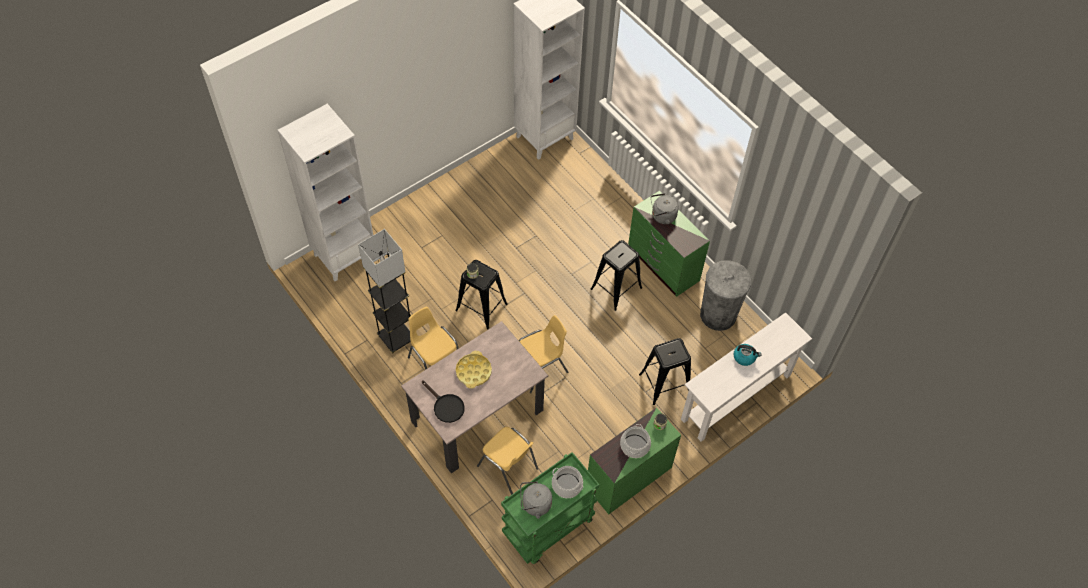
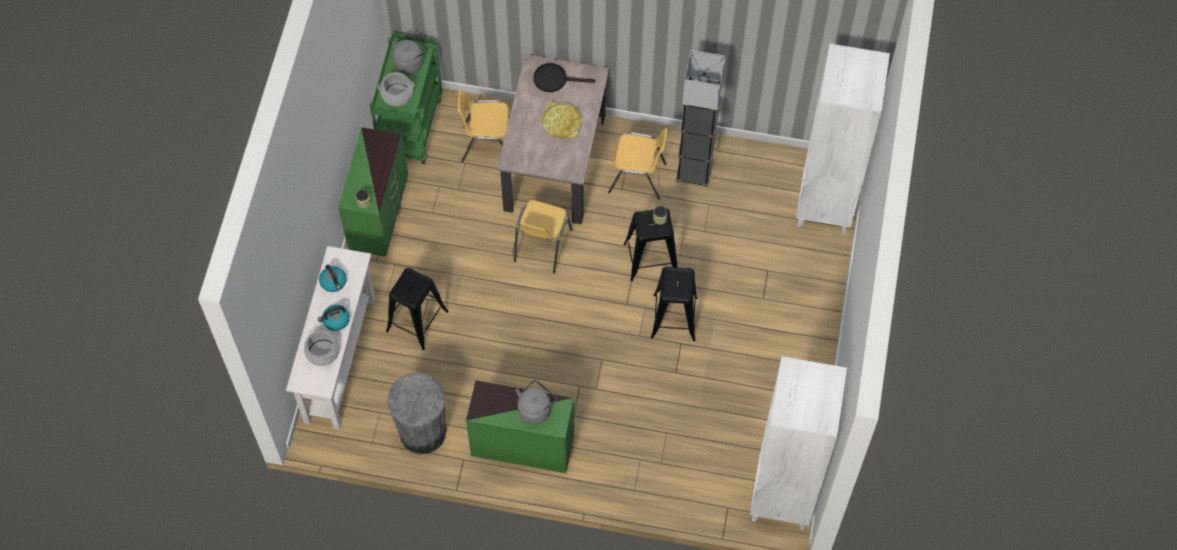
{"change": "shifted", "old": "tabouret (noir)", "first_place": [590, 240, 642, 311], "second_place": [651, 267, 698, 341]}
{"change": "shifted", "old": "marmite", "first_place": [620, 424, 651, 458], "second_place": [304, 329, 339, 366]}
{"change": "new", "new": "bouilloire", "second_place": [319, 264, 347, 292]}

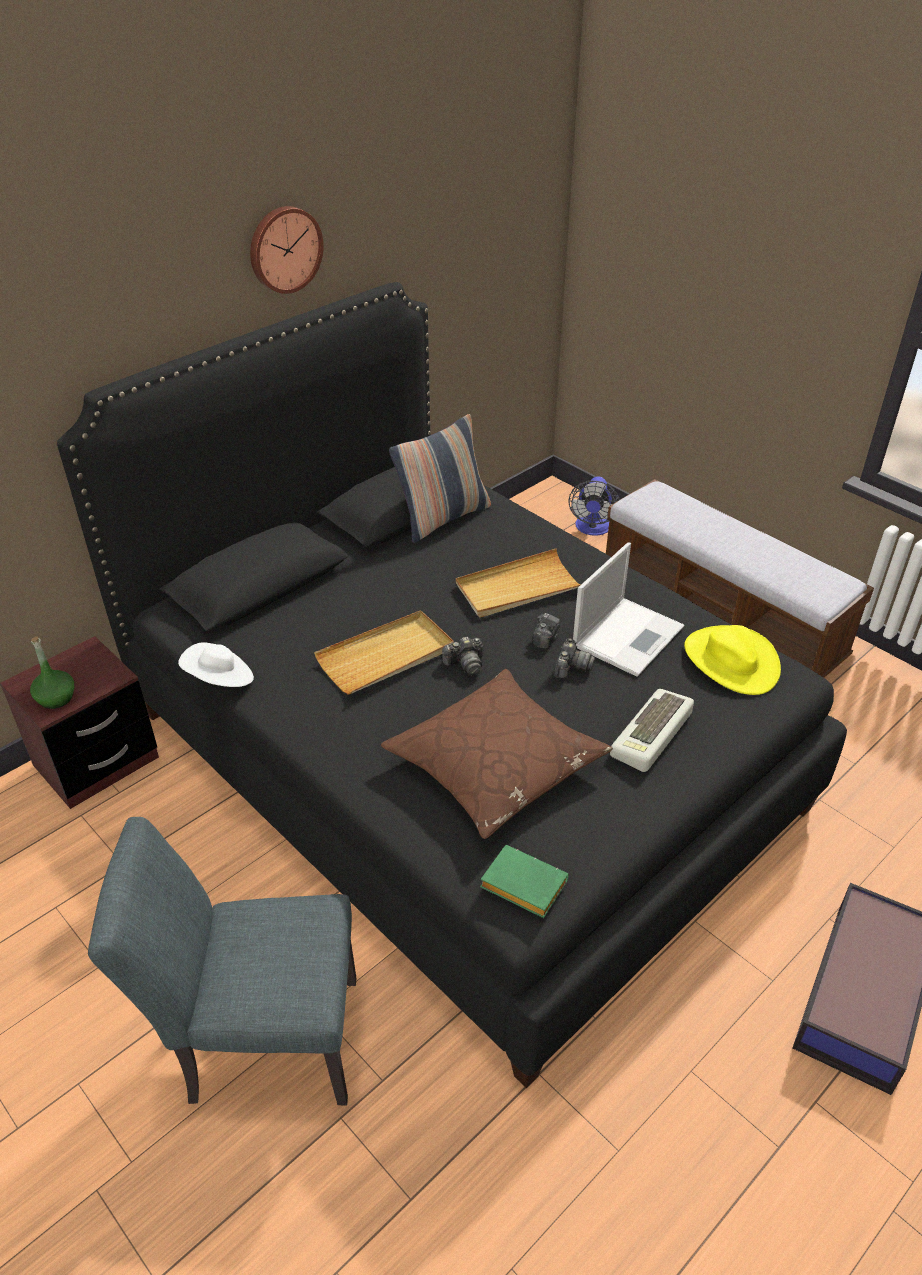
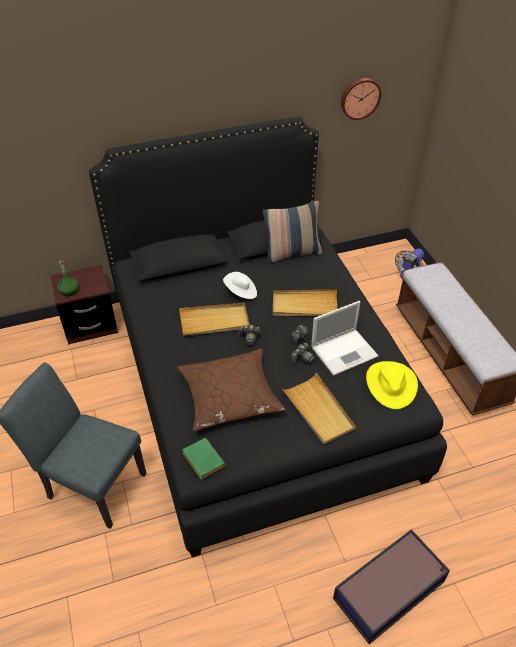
{"change": "shifted", "old": "chapeau (blanc)", "first_place": [178, 642, 254, 687], "second_place": [223, 272, 257, 299]}
{"change": "shifted", "old": "horloge murale", "first_place": [250, 206, 324, 294], "second_place": [341, 78, 381, 120]}
{"change": "swapped", "old": "clavier", "new": "plateau (beige)", "first_place": [610, 689, 694, 772], "second_place": [282, 373, 356, 444]}

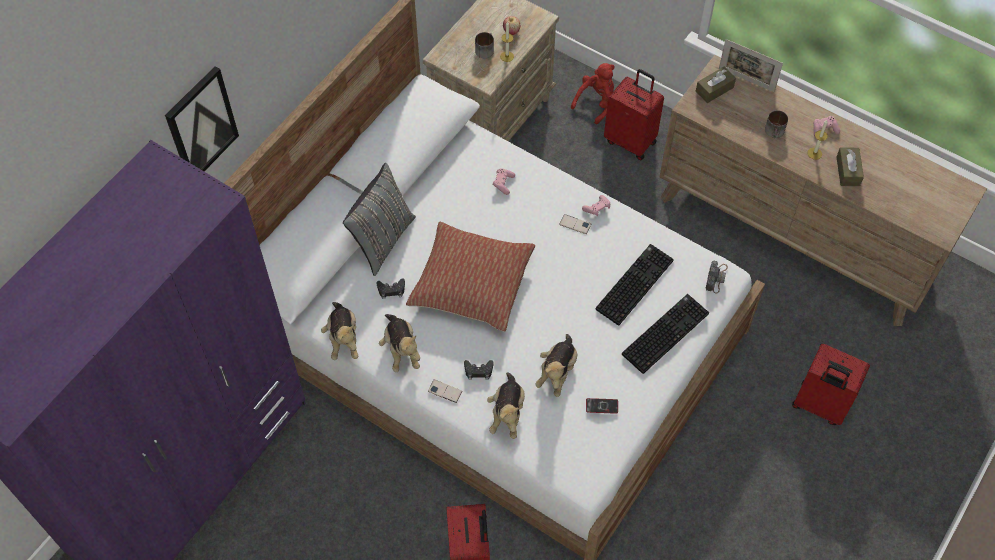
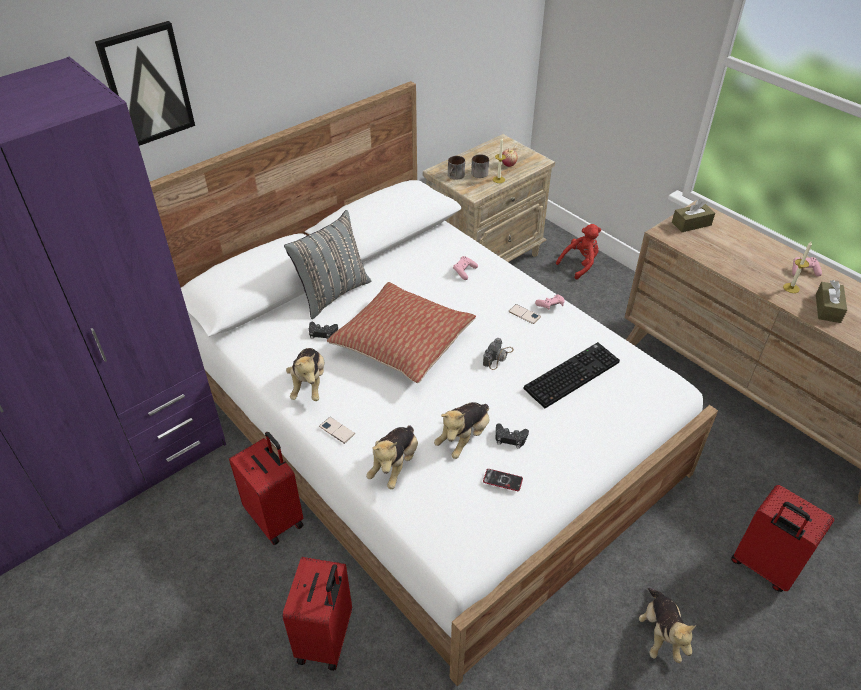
{"change": "shifted", "old": "peluche", "first_place": [321, 302, 359, 360], "second_place": [639, 588, 696, 663]}
{"change": "shifted", "old": "manette (noir)", "first_place": [464, 360, 494, 380], "second_place": [495, 423, 529, 449]}
{"change": "shifted", "old": "valise (rouge)", "first_place": [604, 69, 664, 160], "second_place": [229, 432, 304, 545]}
{"change": "gone", "old": "clavier", "first_place": [622, 294, 709, 374]}
{"change": "shifted", "old": "appareil photo", "first_place": [705, 260, 728, 293], "second_place": [483, 338, 514, 370]}
{"change": "gone", "old": "cadre photo", "first_place": [719, 39, 783, 92]}
{"change": "shifted", "old": "mug", "first_place": [765, 110, 788, 138], "second_place": [448, 156, 465, 180]}

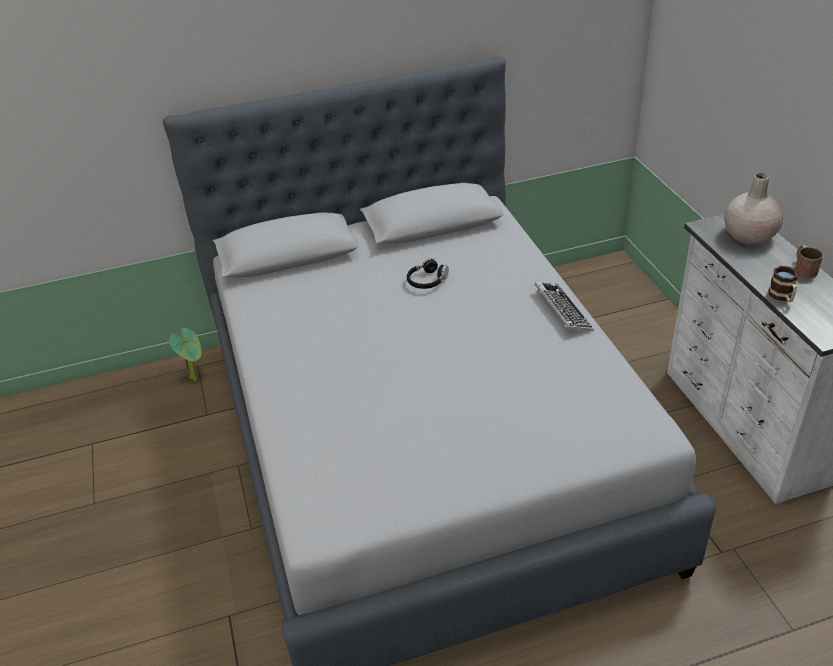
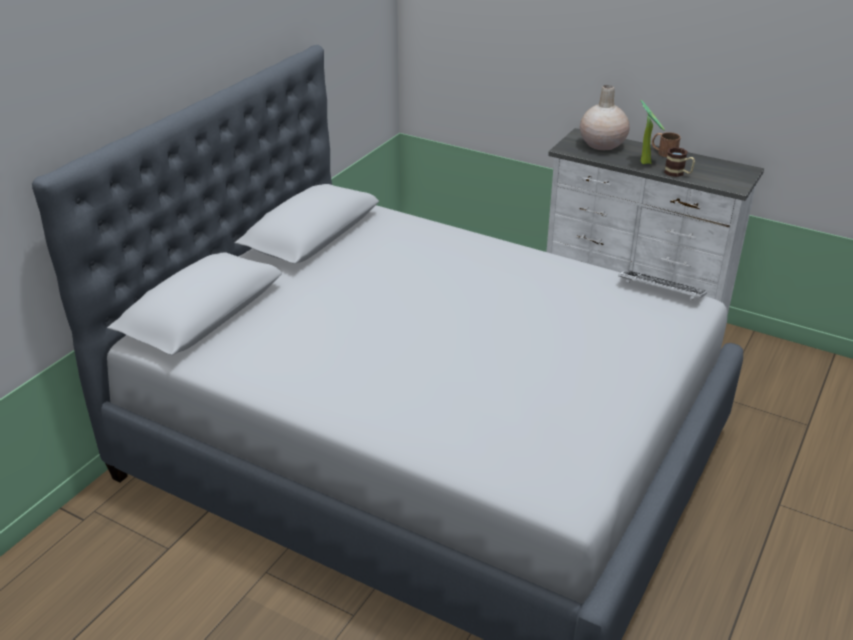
{"change": "shifted", "old": "plante en pot", "first_place": [169, 328, 202, 381], "second_place": [640, 100, 665, 164]}
{"change": "gone", "old": "casque audio (noir)", "first_place": [407, 258, 449, 289]}
{"change": "shifted", "old": "clavier", "first_place": [534, 282, 594, 331], "second_place": [618, 270, 707, 299]}

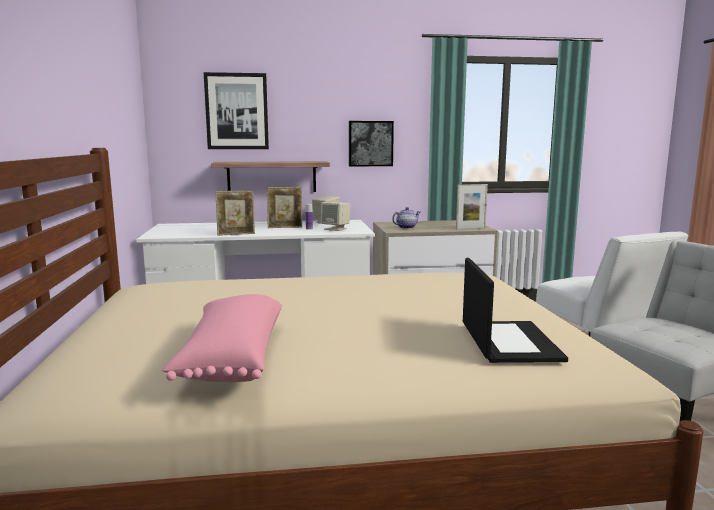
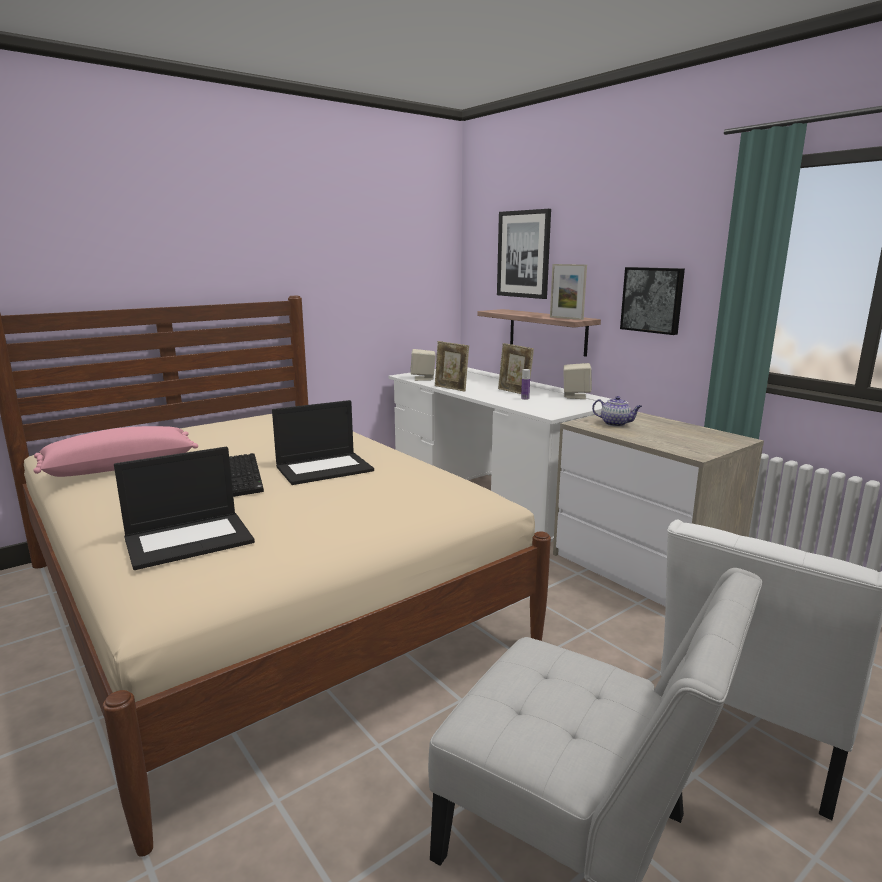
{"change": "shifted", "old": "enceinte (beige)", "first_place": [321, 202, 350, 231], "second_place": [410, 349, 436, 381]}
{"change": "shifted", "old": "cadre photo", "first_place": [456, 184, 488, 230], "second_place": [550, 264, 587, 320]}
{"change": "new", "new": "clavier", "second_place": [229, 453, 264, 497]}
{"change": "new", "new": "ordinateur portable", "second_place": [272, 400, 374, 485]}

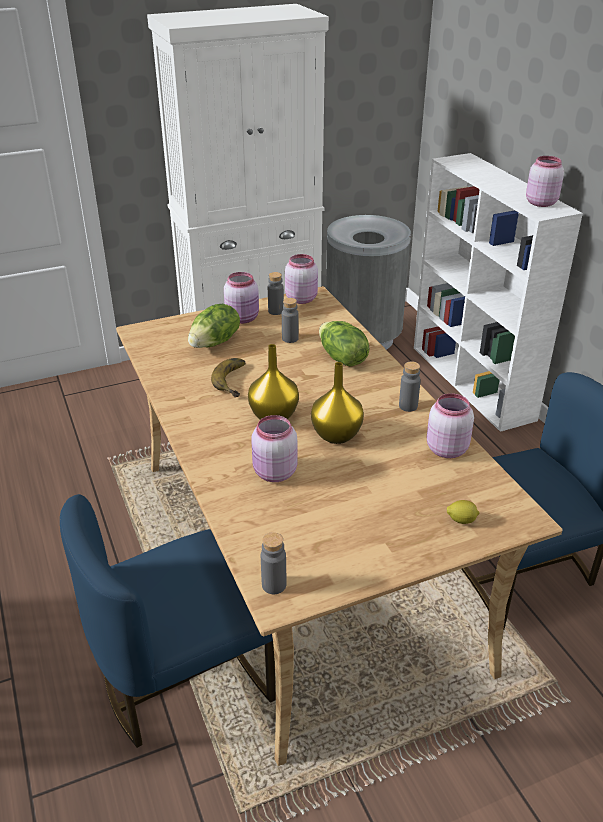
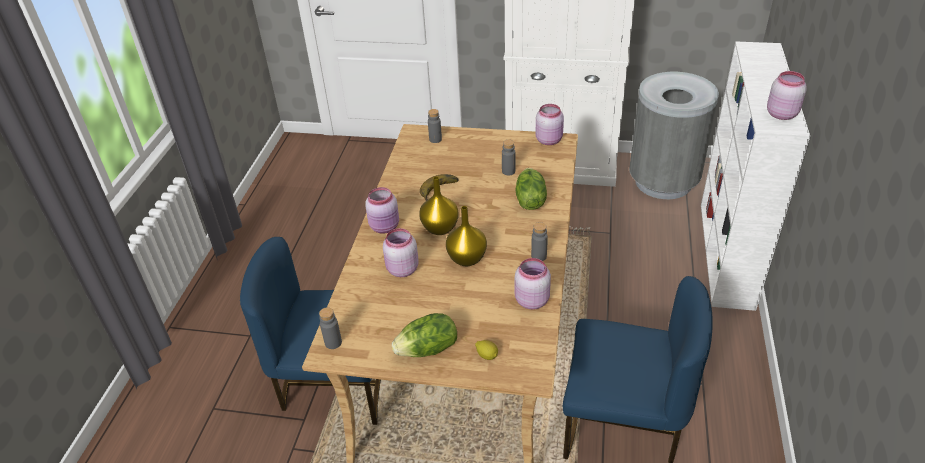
{"change": "shifted", "old": "laitue", "first_place": [188, 304, 240, 348], "second_place": [392, 313, 457, 357]}
{"change": "shifted", "old": "bocal (rose)", "first_place": [224, 272, 259, 324], "second_place": [365, 187, 399, 234]}
{"change": "shifted", "old": "bouteille (gris)", "first_place": [268, 272, 284, 315], "second_place": [428, 109, 442, 143]}

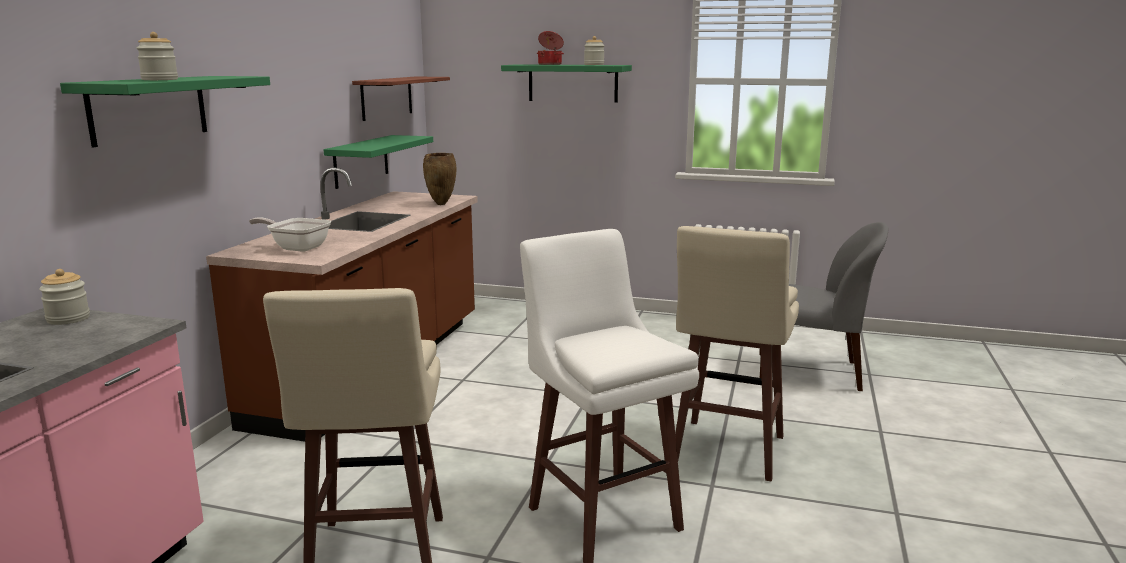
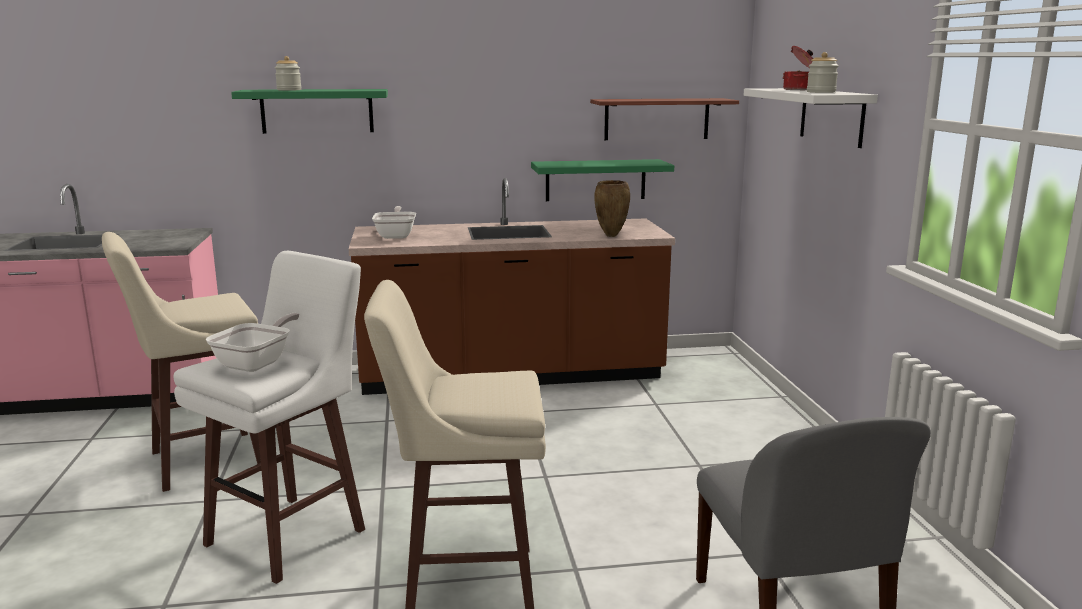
{"change": "gone", "old": "bocal", "first_place": [39, 269, 90, 325]}
{"change": "repainted", "old": "étagère (vert)", "new": "étagère (blanc)", "first_place": [501, 64, 632, 103], "second_place": [743, 88, 878, 148]}
{"change": "new", "new": "poêle", "second_place": [206, 313, 299, 372]}

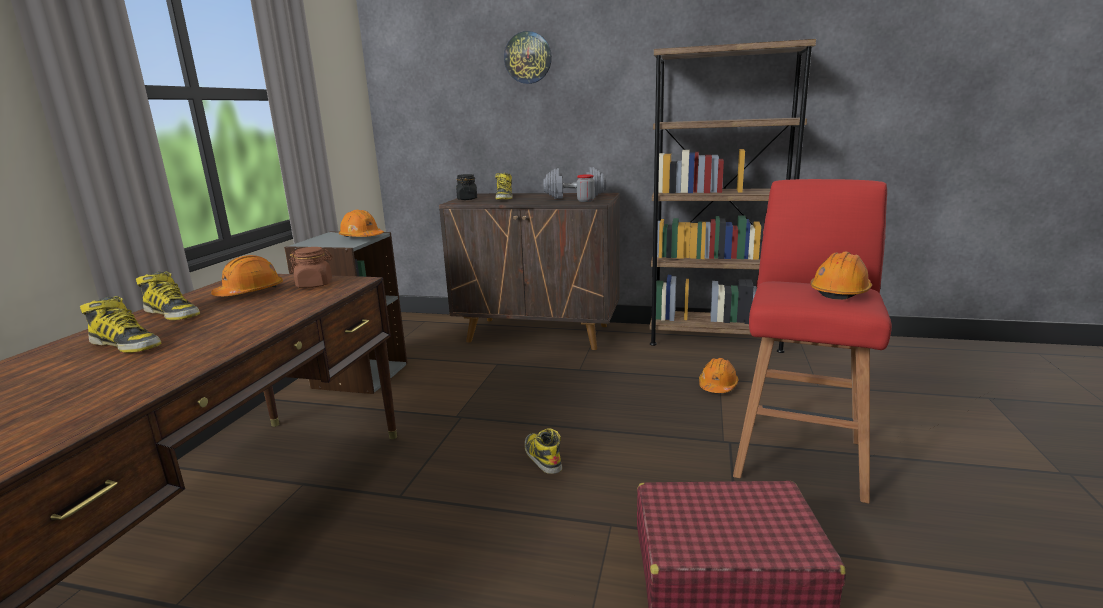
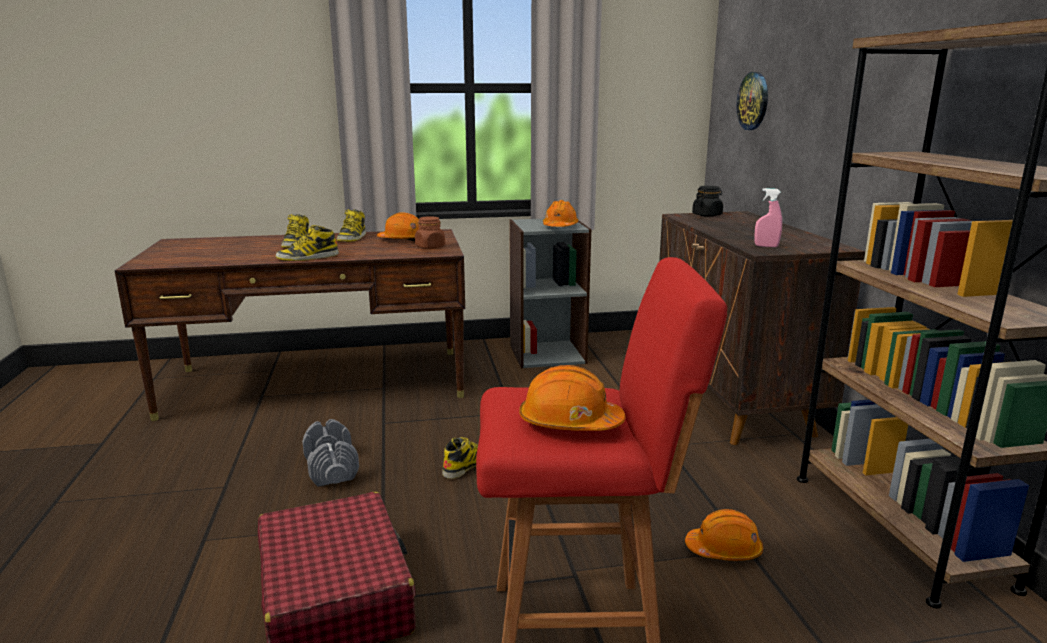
{"change": "shifted", "old": "botte", "first_place": [495, 173, 513, 200], "second_place": [276, 225, 339, 261]}
{"change": "shifted", "old": "horloge murale", "first_place": [504, 31, 552, 84], "second_place": [737, 72, 768, 130]}
{"change": "shifted", "old": "haltère (gris)", "first_place": [544, 167, 606, 199], "second_place": [302, 419, 359, 487]}
{"change": "swapped", "old": "bocal", "new": "vaporisateur (rose)", "first_place": [577, 174, 595, 202], "second_place": [754, 188, 782, 247]}

